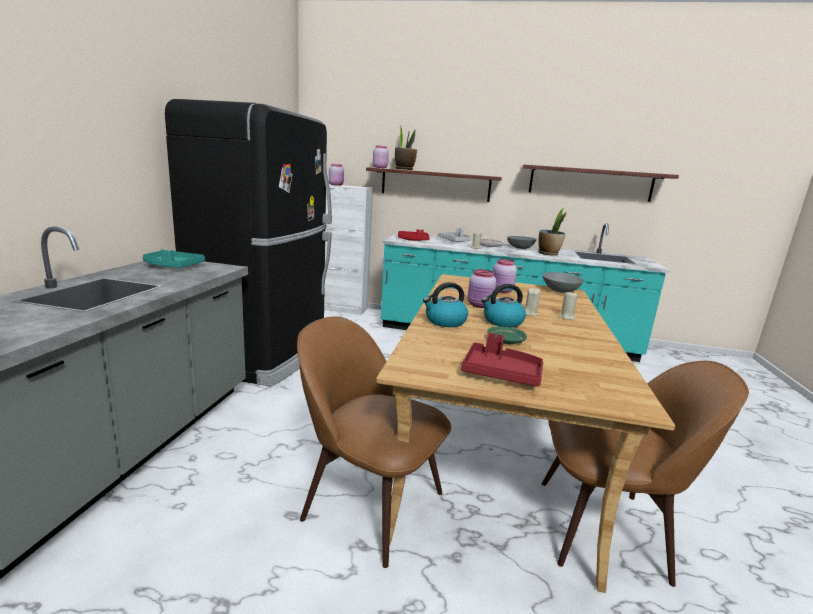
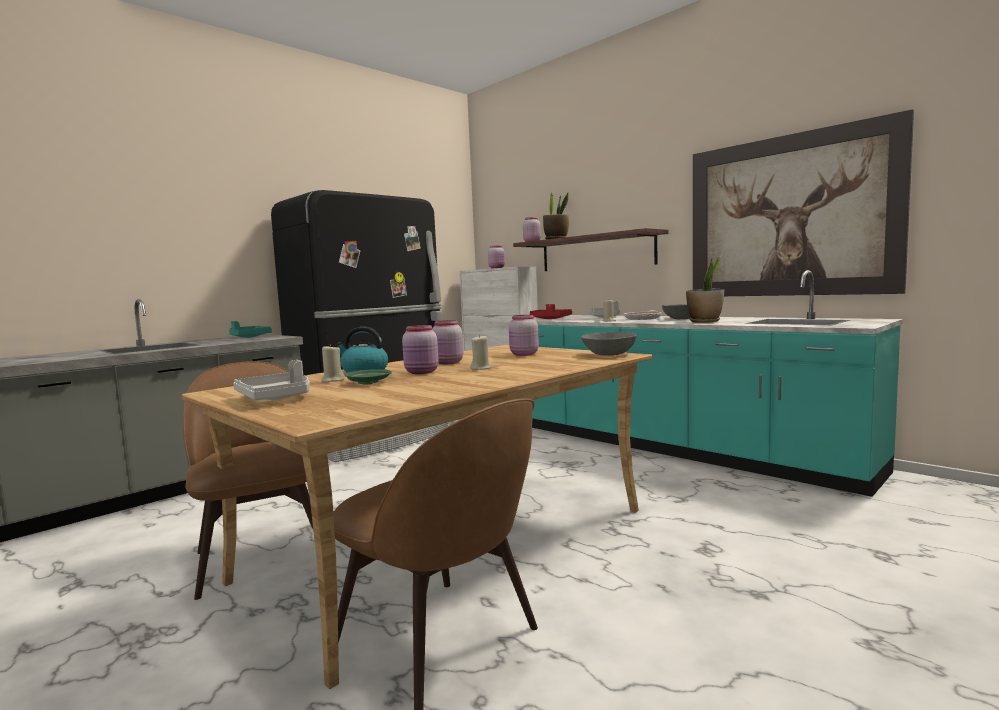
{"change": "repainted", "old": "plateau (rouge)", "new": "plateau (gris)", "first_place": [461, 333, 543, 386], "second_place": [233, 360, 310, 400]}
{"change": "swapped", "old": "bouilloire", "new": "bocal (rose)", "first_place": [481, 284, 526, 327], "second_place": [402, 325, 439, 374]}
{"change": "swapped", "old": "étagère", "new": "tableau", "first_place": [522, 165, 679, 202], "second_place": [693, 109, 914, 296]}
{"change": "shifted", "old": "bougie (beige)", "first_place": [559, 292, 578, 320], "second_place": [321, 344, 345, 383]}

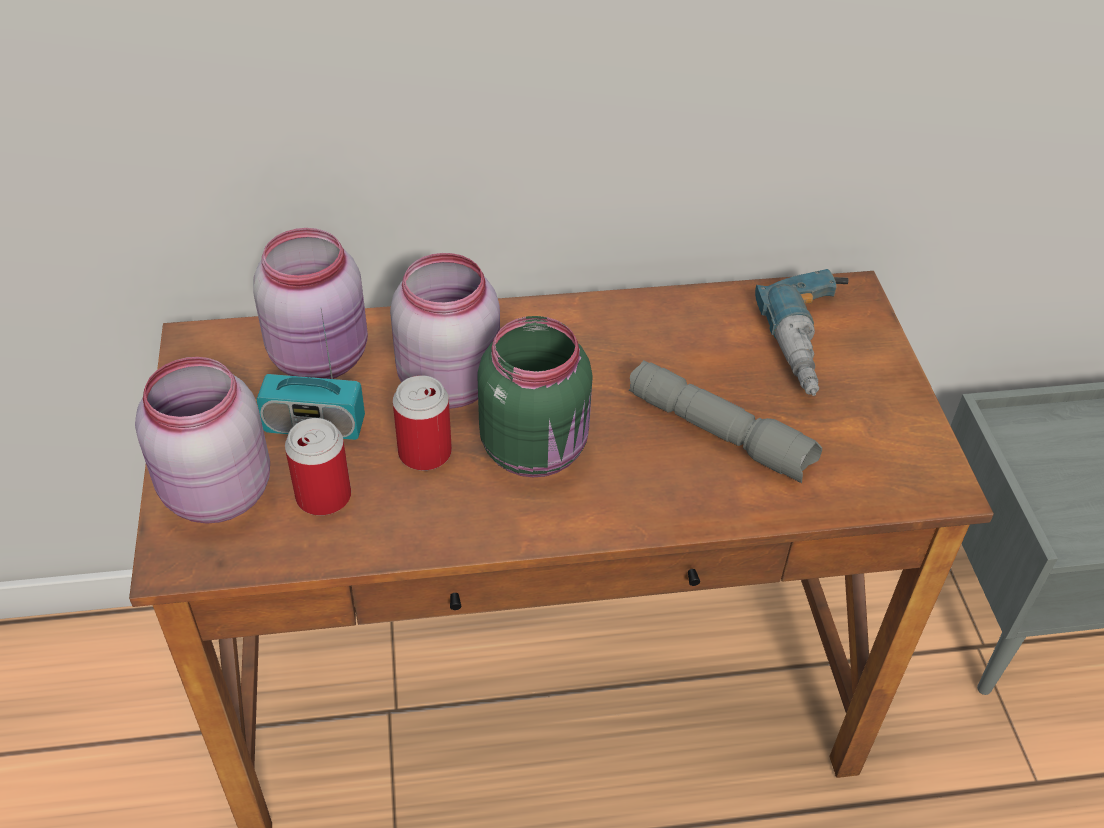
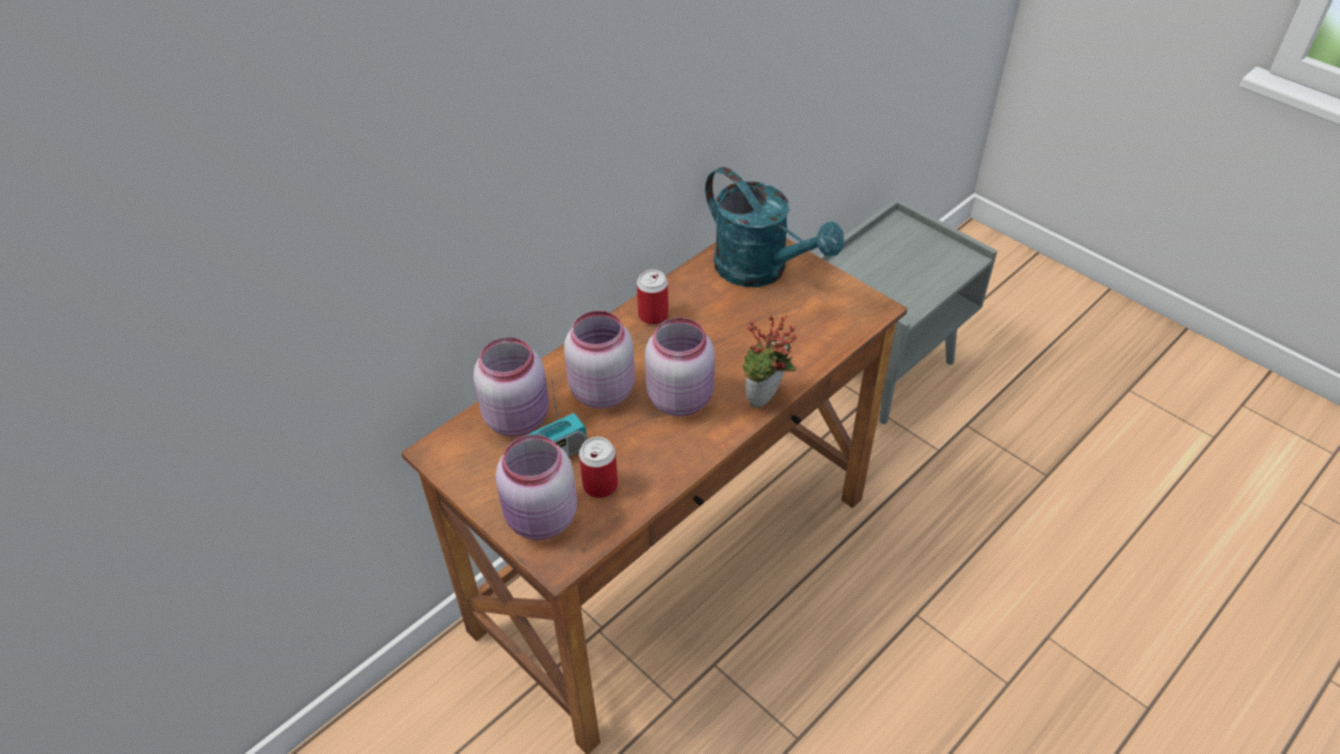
{"change": "shifted", "old": "boîte métallique", "first_place": [393, 375, 452, 471], "second_place": [637, 269, 669, 325]}
{"change": "repainted", "old": "bocal (vert)", "new": "bocal (rose)", "first_place": [477, 316, 593, 477], "second_place": [645, 318, 715, 416]}
{"change": "gone", "old": "lampe de poche (gris)", "first_place": [628, 360, 822, 483]}
{"change": "swapped", "old": "perceuse", "new": "arrosoir (turquoise)", "first_place": [755, 269, 848, 396], "second_place": [705, 167, 844, 287]}
{"change": "new", "new": "plante en pot", "second_place": [742, 316, 797, 408]}

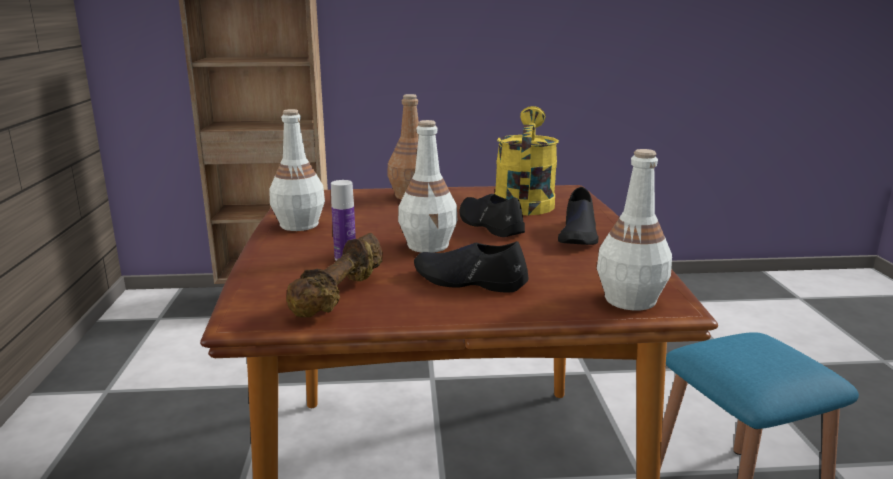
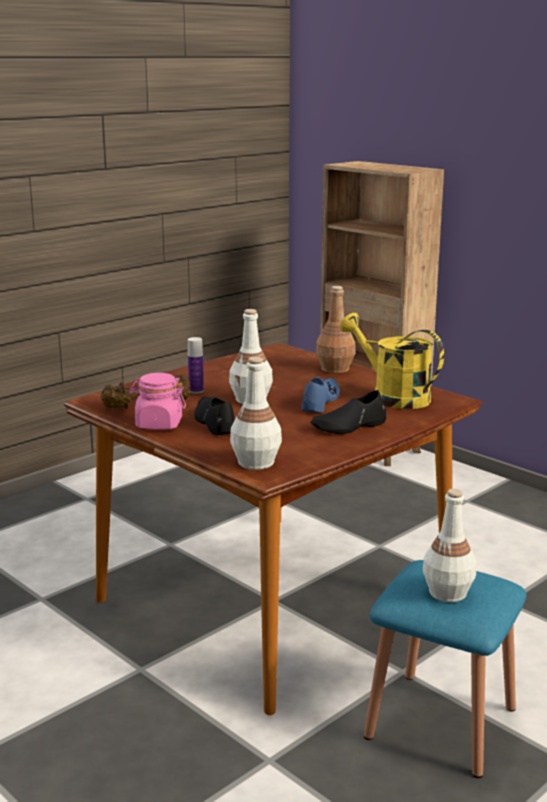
{"change": "shifted", "old": "bouteille (blanc)", "first_place": [269, 109, 325, 231], "second_place": [423, 489, 477, 602]}
{"change": "repainted", "old": "chaussure (noir)", "new": "chaussure (bleu)", "first_place": [459, 194, 525, 237], "second_place": [302, 377, 340, 413]}
{"change": "rotated", "old": "arrosoir (jaune)", "first_place": [495, 106, 559, 215], "second_place": [340, 313, 444, 409], "degrees": -105}
{"change": "new", "new": "bocal (rose)", "second_place": [129, 373, 186, 430]}

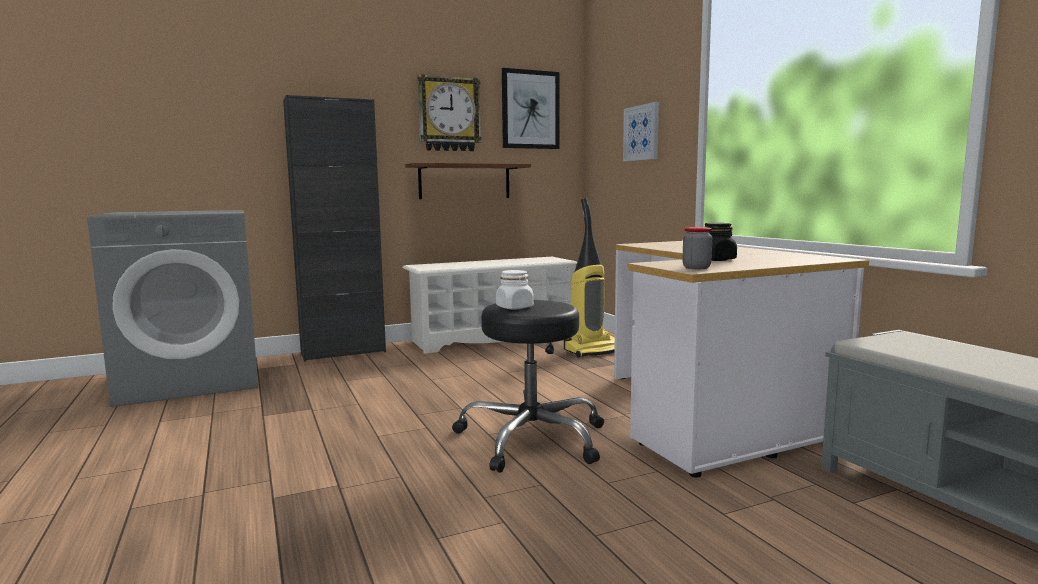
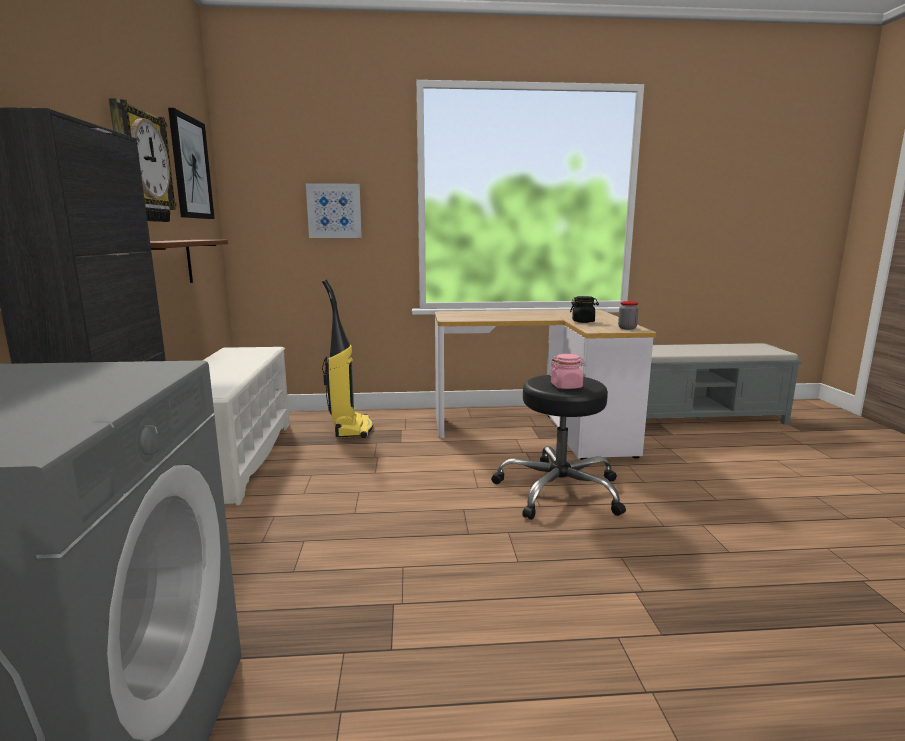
{"change": "repainted", "old": "bocal (blanc)", "new": "bocal (rose)", "first_place": [496, 270, 534, 309], "second_place": [550, 354, 586, 389]}

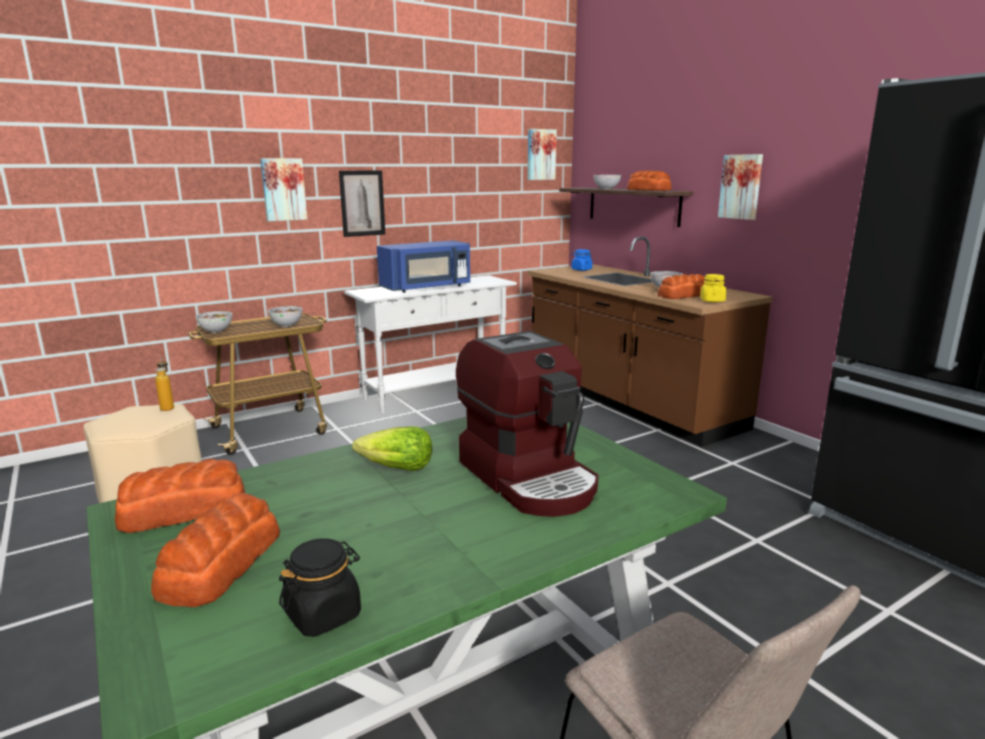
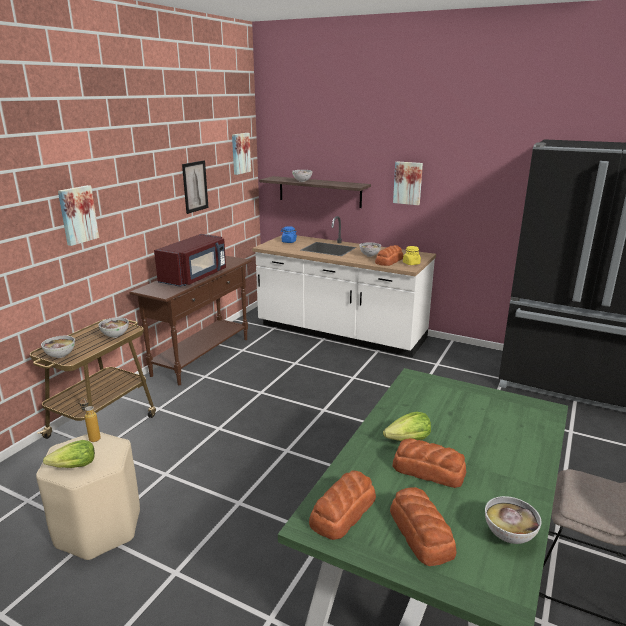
{"change": "swapped", "old": "bocal (noir)", "new": "bol", "first_place": [279, 538, 361, 637], "second_place": [485, 496, 541, 544]}
{"change": "shifted", "old": "tableau", "first_place": [339, 170, 385, 237], "second_place": [182, 160, 209, 214]}
{"change": "repainted", "old": "table console (blanc)", "new": "table console (marron)", "first_place": [344, 275, 517, 413], "second_place": [130, 256, 252, 385]}
{"change": "repainted", "old": "micro-ondes (bleu)", "new": "micro-ondes (rouge)", "first_place": [377, 240, 470, 293], "second_place": [154, 234, 226, 287]}
{"change": "gone", "old": "machine à café", "first_place": [456, 331, 599, 517]}
{"change": "repainted", "old": "comptoir de cuisine (marron)", "new": "comptoir de cuisine (blanc)", "first_place": [528, 236, 773, 447], "second_place": [252, 216, 436, 357]}
{"change": "shifted", "old": "pain", "first_place": [627, 171, 672, 191], "second_place": [392, 438, 466, 488]}
{"change": "new", "new": "laitue", "second_place": [43, 440, 95, 468]}

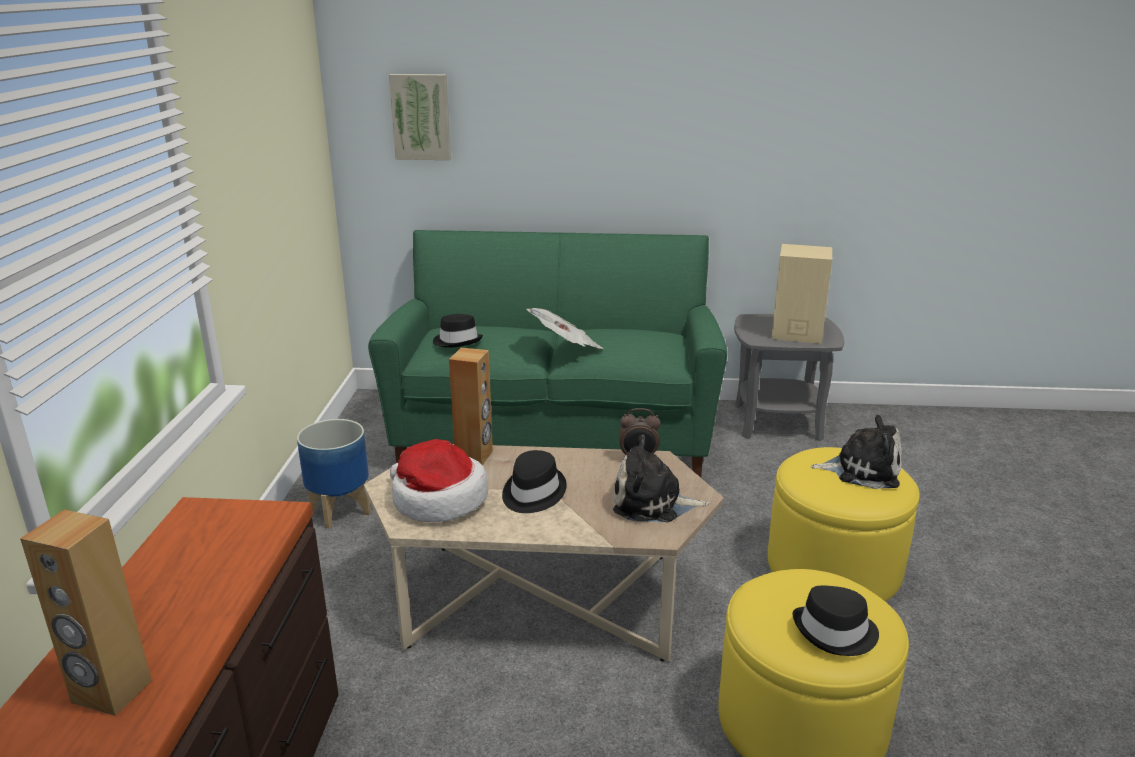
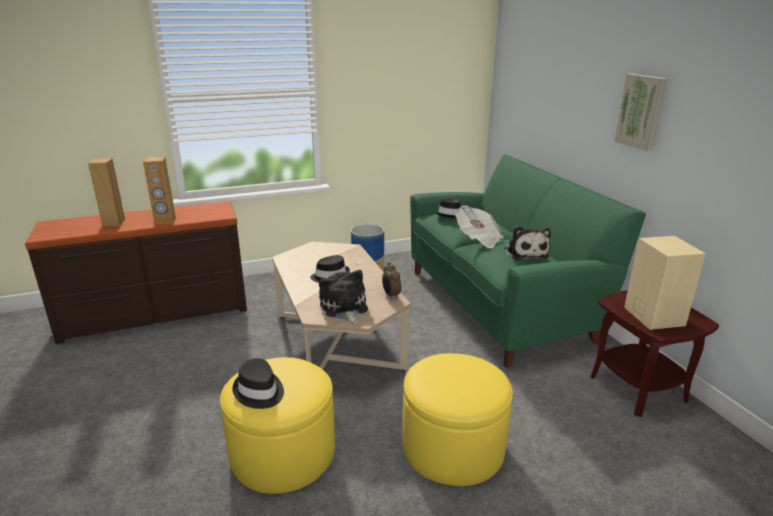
{"change": "shifted", "old": "tableau", "first_place": [389, 74, 451, 160], "second_place": [614, 74, 668, 151]}
{"change": "gone", "old": "chapeau", "first_place": [390, 439, 488, 522]}
{"change": "shifted", "old": "enceinte (marron)", "first_place": [449, 348, 493, 465], "second_place": [143, 157, 176, 224]}
{"change": "repainted", "old": "table d'appoint (gris)", "new": "table d'appoint (marron)", "first_place": [734, 314, 844, 441], "second_place": [591, 290, 719, 417]}
{"change": "shifted", "old": "peluche", "first_place": [811, 415, 902, 489], "second_place": [504, 226, 551, 261]}

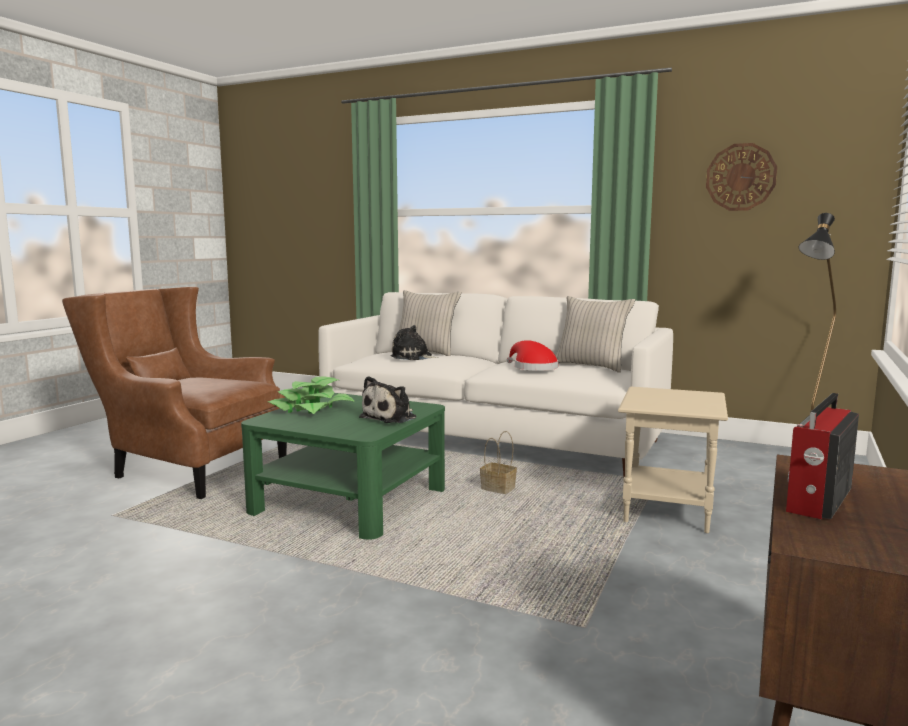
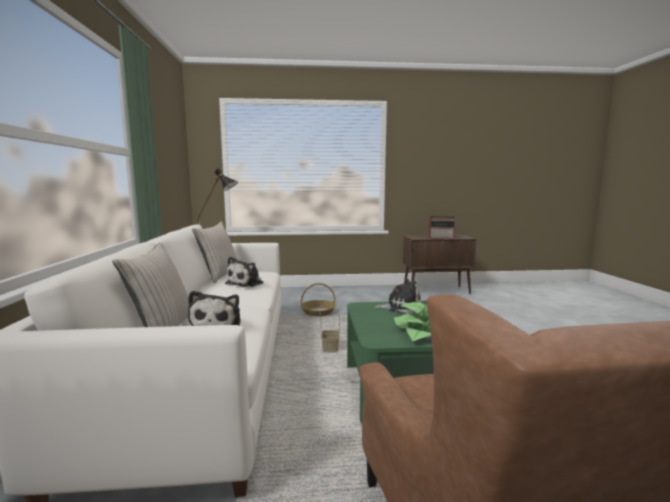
{"change": "swapped", "old": "chapeau (rouge)", "new": "peluche", "first_place": [507, 340, 558, 371], "second_place": [225, 257, 263, 287]}
{"change": "swapped", "old": "table d'appoint (beige)", "new": "panier", "first_place": [618, 387, 728, 533], "second_place": [301, 283, 336, 316]}
{"change": "gone", "old": "horloge murale", "first_place": [706, 143, 777, 211]}

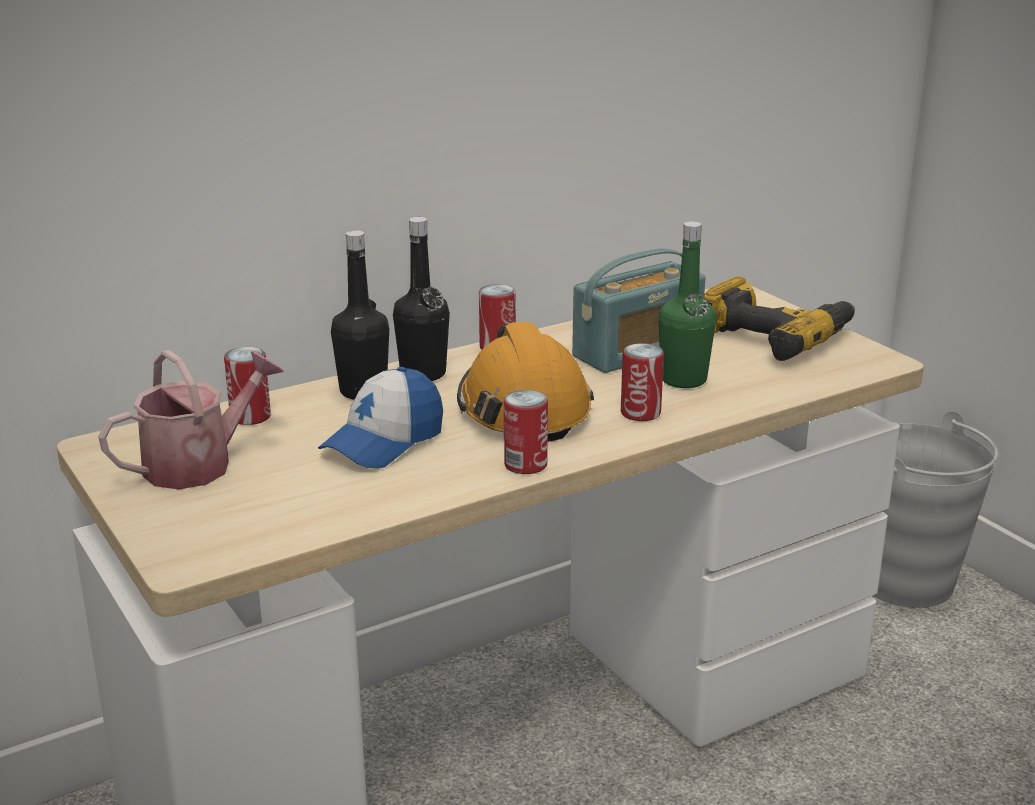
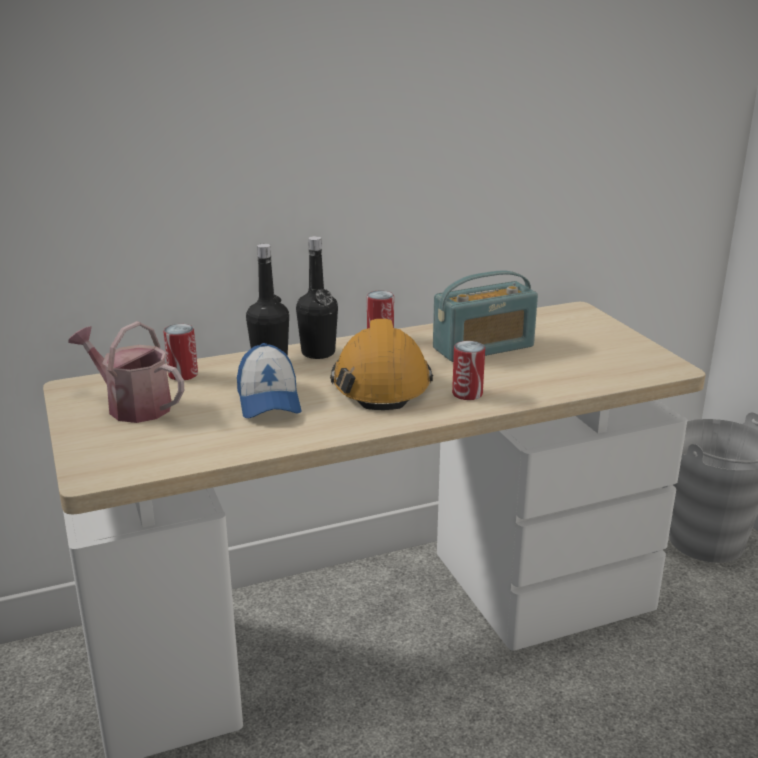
{"change": "rotated", "old": "arrosoir", "first_place": [98, 350, 284, 490], "second_place": [68, 321, 184, 423], "degrees": -120}
{"change": "rotated", "old": "casquette", "first_place": [318, 367, 443, 469], "second_place": [237, 343, 301, 418], "degrees": -60}
{"change": "gone", "old": "boîte métallique", "first_place": [504, 390, 548, 474]}
{"change": "gone", "old": "bouteille (vert)", "first_place": [658, 221, 716, 388]}
{"change": "gone", "old": "perceuse", "first_place": [704, 276, 855, 361]}

